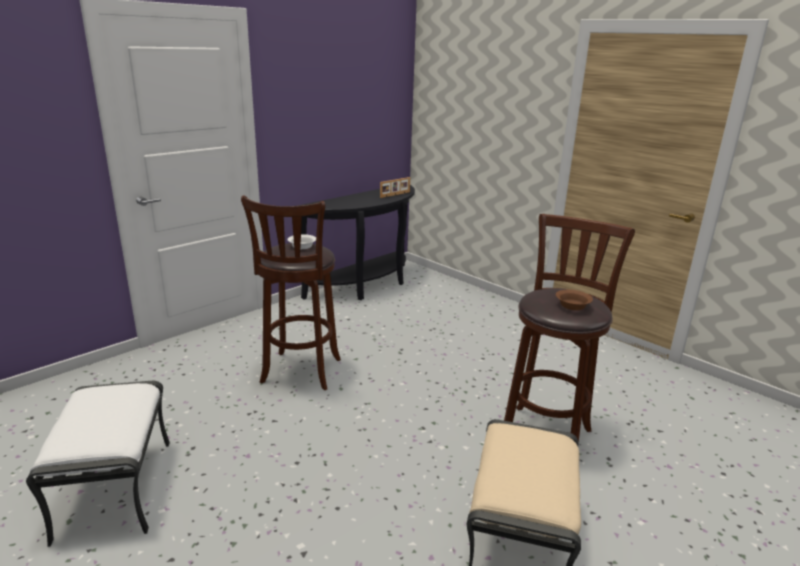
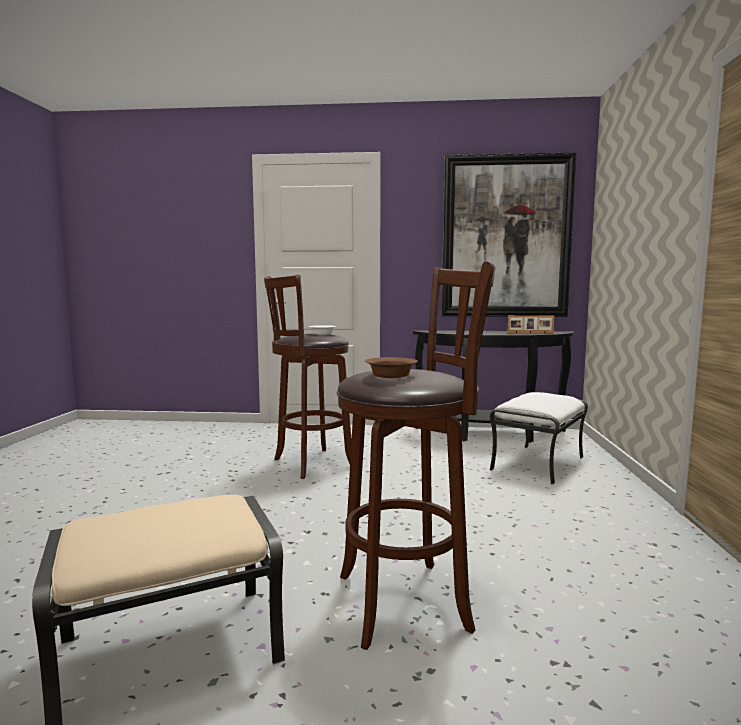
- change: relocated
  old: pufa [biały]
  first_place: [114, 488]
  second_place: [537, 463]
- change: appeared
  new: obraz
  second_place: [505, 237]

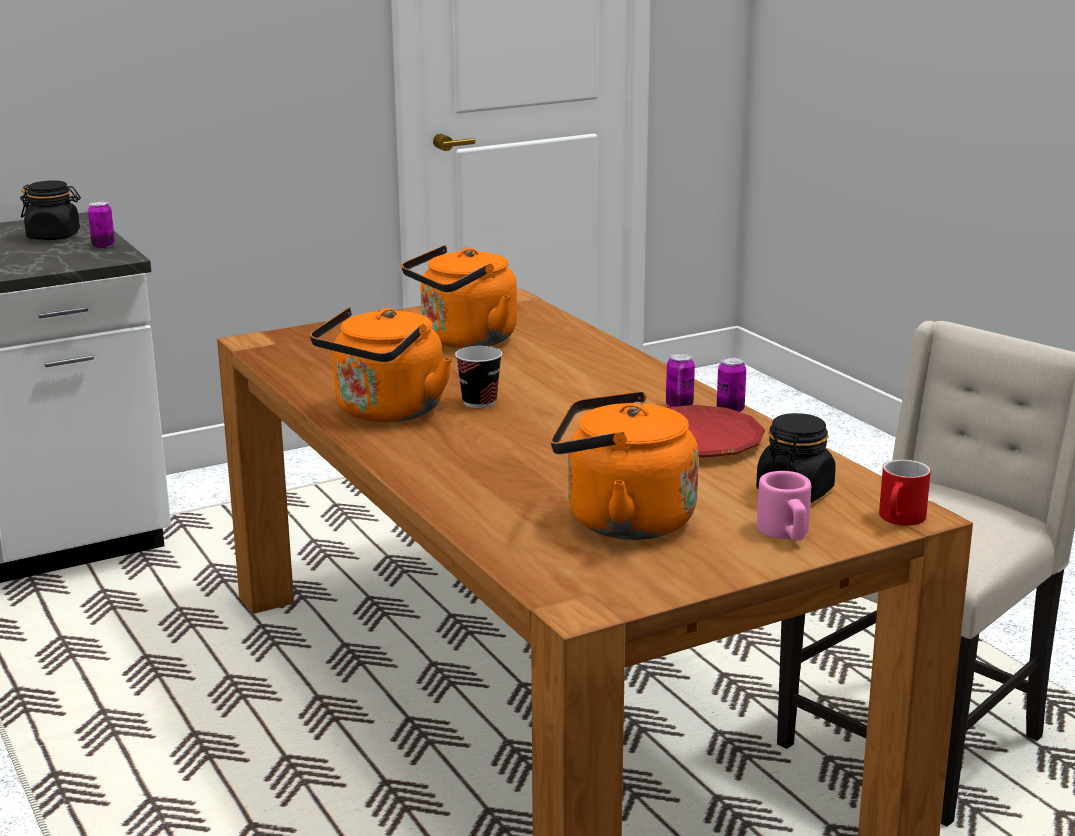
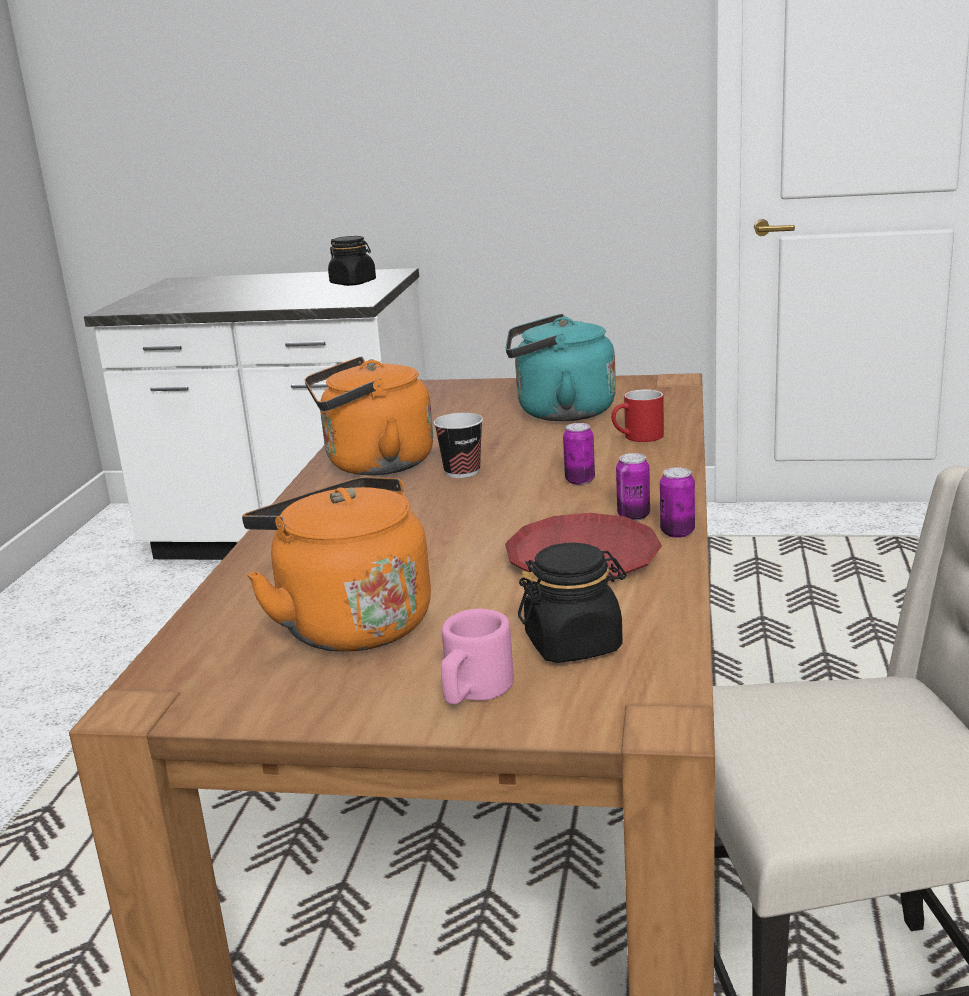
- change: relocated
  old: puszka
  first_place: [103, 246]
  second_place: [580, 480]
- change: colour
  old: czajnik [pomarańczowy]
  new: czajnik [turkusowy]
  first_place: [464, 340]
  second_place: [559, 413]
- change: relocated
  old: kubek [czerwony]
  first_place: [901, 520]
  second_place: [638, 438]

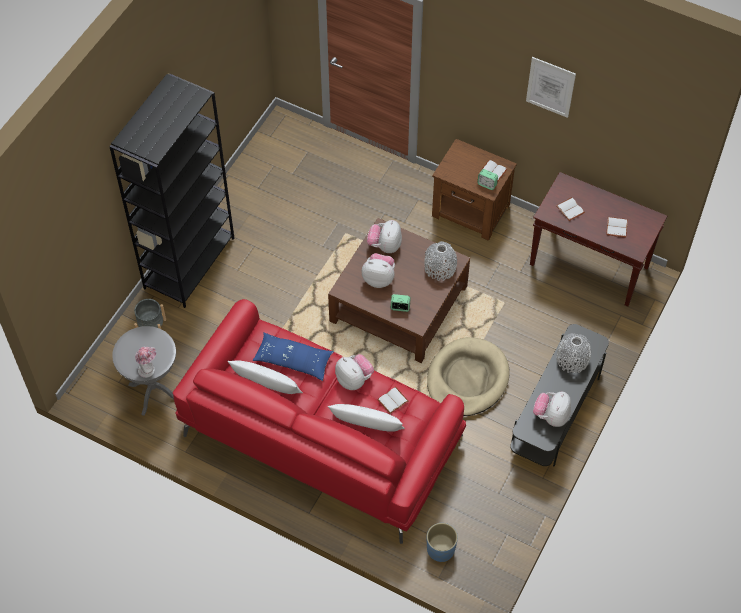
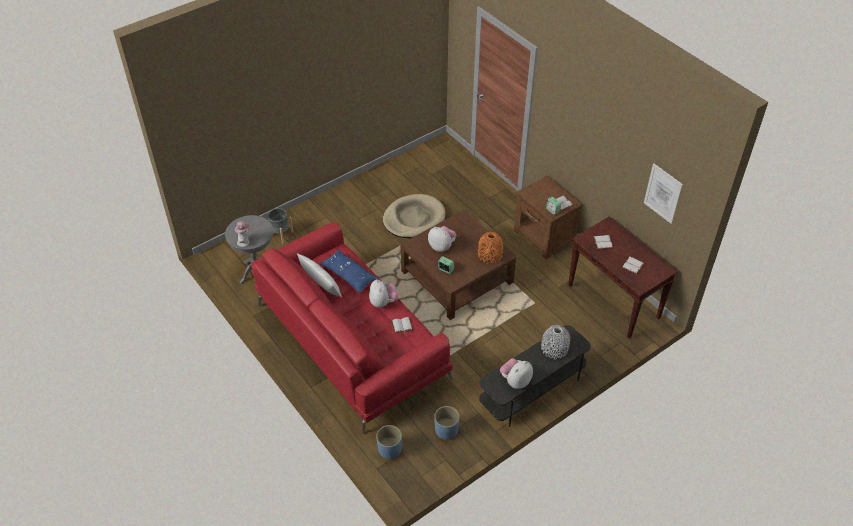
- change: missing
  old: regał [czarny]
  first_place: [189, 262]
- change: missing
  old: poduszka [biały]
  first_place: [366, 424]
- change: missing
  old: pluszak
  first_place: [385, 246]
- change: colour
  old: wazon [szary]
  new: wazon [pomarańczowy]
  first_place: [440, 268]
  second_place: [490, 254]
- change: relocated
  old: legowisko [beżowy]
  first_place: [467, 379]
  second_place: [414, 219]
- change: relocated
  old: obraz
  first_place: [550, 87]
  second_place: [663, 193]
- change: appeared
  new: donica [niebieski]
  second_place: [446, 430]

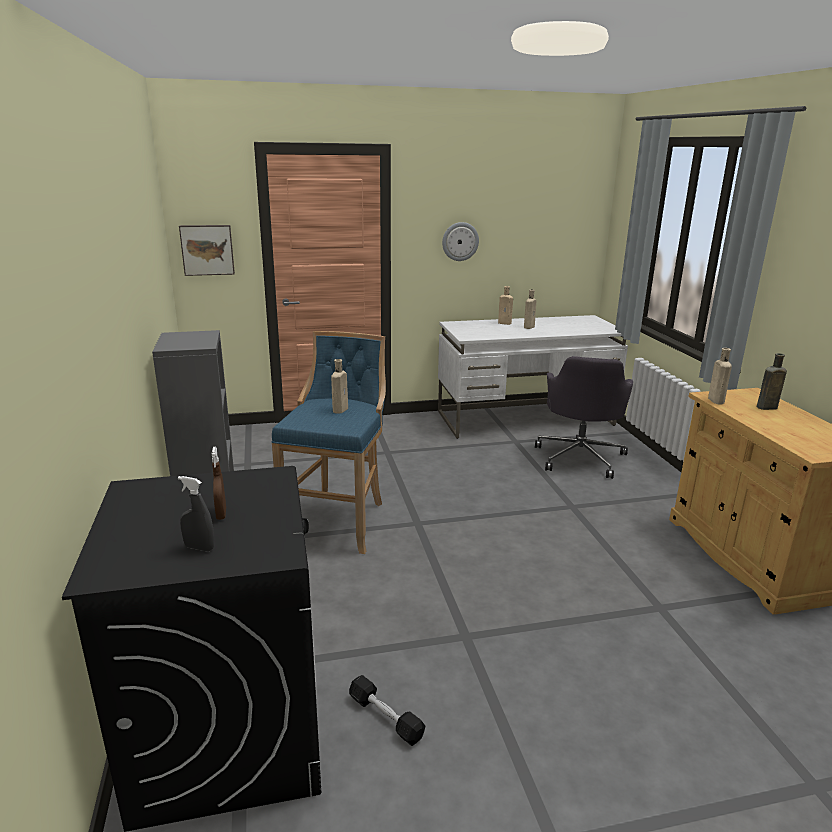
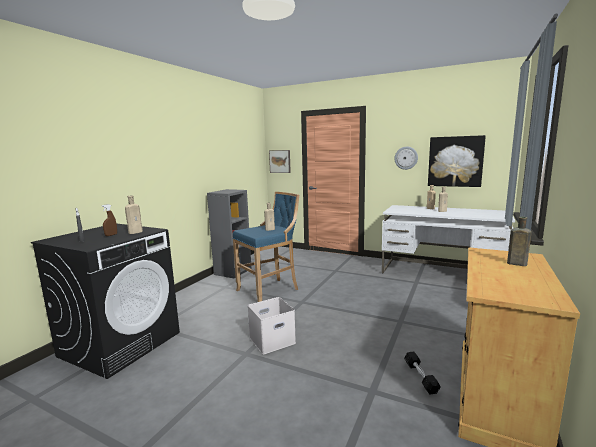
- change: relocated
  old: hantel [czarny]
  first_place: [386, 717]
  second_place: [420, 377]
- change: missing
  old: krzesło biurowe [szary]
  first_place: [580, 457]
- change: relocated
  old: butelka [beżowy]
  first_place: [715, 400]
  second_place: [136, 232]
- change: appeared
  new: pojemnik do przechowywania [biały]
  second_place: [271, 341]
- change: appeared
  new: obraz
  second_place: [455, 161]

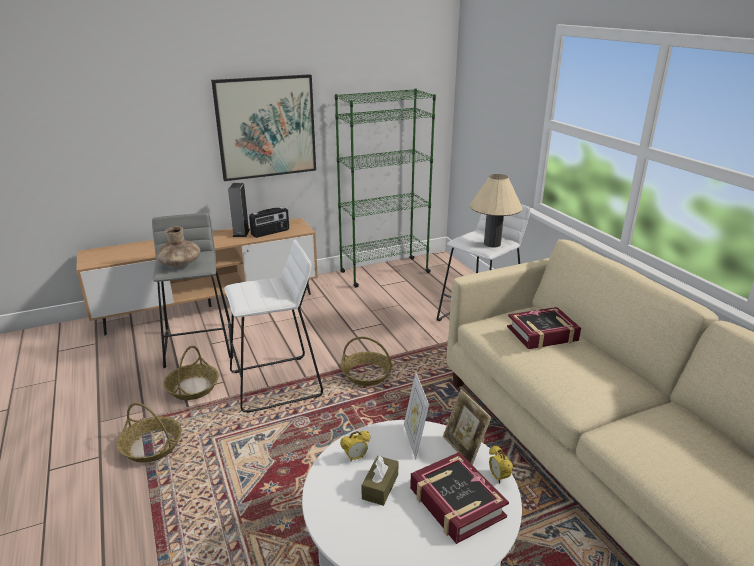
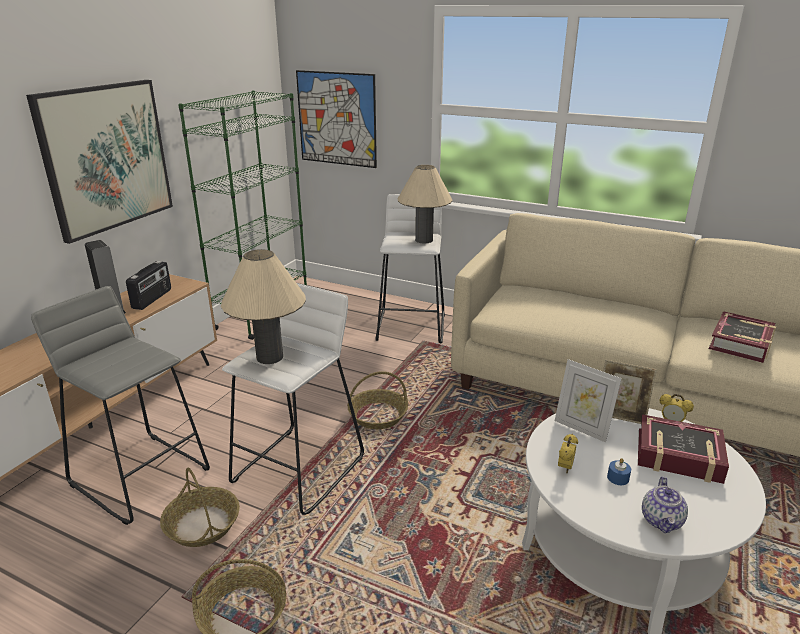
- change: missing
  old: wazon [brązowy]
  first_place: [180, 264]
- change: exchanged
  old: pudełko chusteczek [brązowy]
  new: świeca [niebieski]
  first_place: [380, 487]
  second_place: [618, 478]
- change: relocated
  old: książka
  first_place: [542, 334]
  second_place: [741, 343]
- change: appeared
  new: lampa stołowa [beżowy]
  second_place: [270, 357]
- change: appeared
  new: obraz
  second_place: [337, 119]
- change: appeared
  new: imbryk
  second_place: [662, 521]

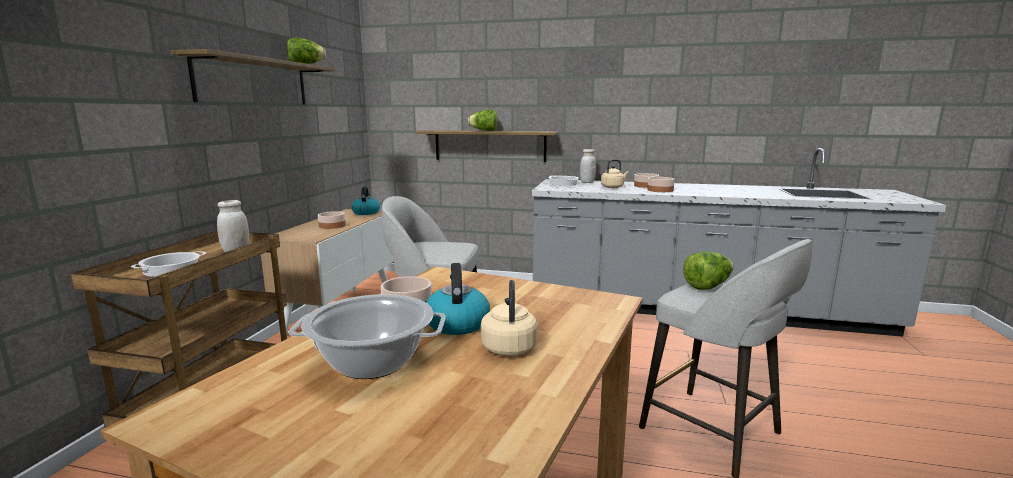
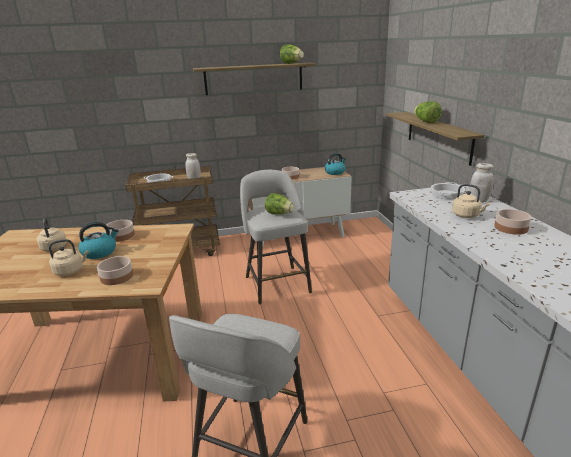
- change: exchanged
  old: garnek
  new: czajnik [beżowy]
  first_place: [373, 362]
  second_place: [54, 248]
- change: relocated
  old: miska
  first_place: [659, 190]
  second_place: [116, 276]
- change: relocated
  old: sałata
  first_place: [707, 286]
  second_place: [279, 214]

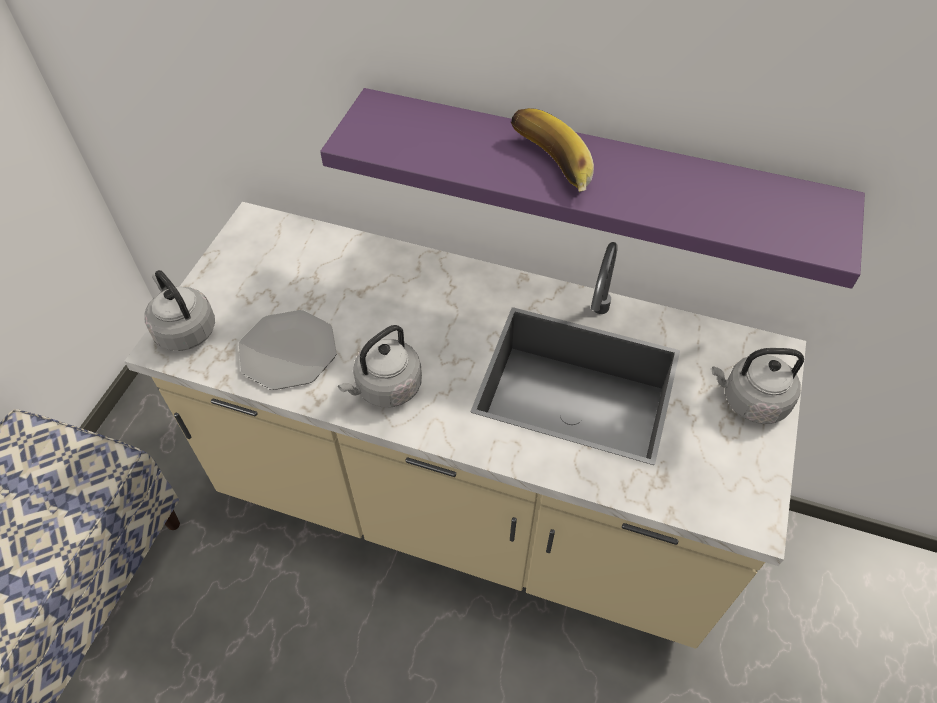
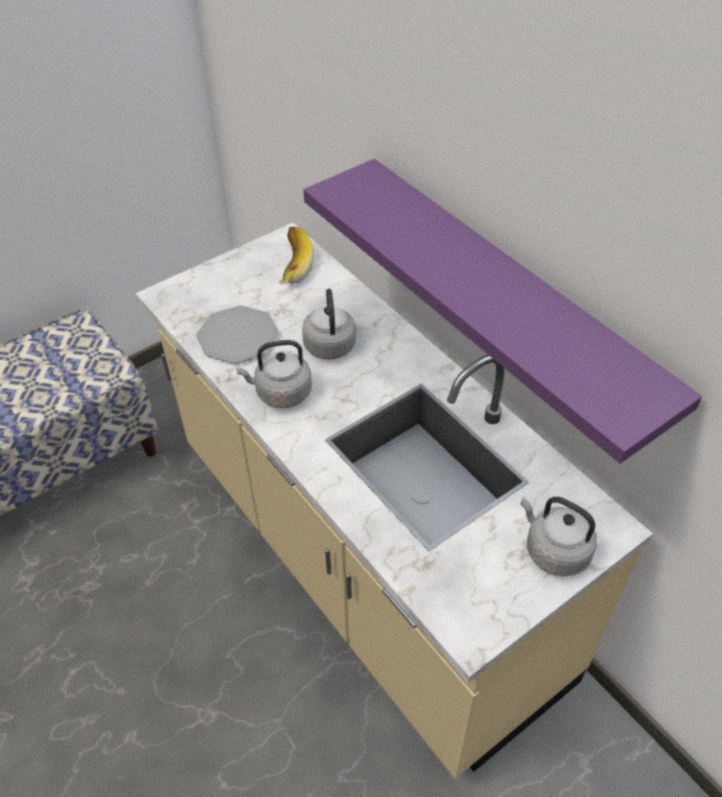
- change: relocated
  old: czajnik [szary]
  first_place: [184, 329]
  second_place: [329, 343]
- change: relocated
  old: banan
  first_place: [547, 167]
  second_place: [290, 266]

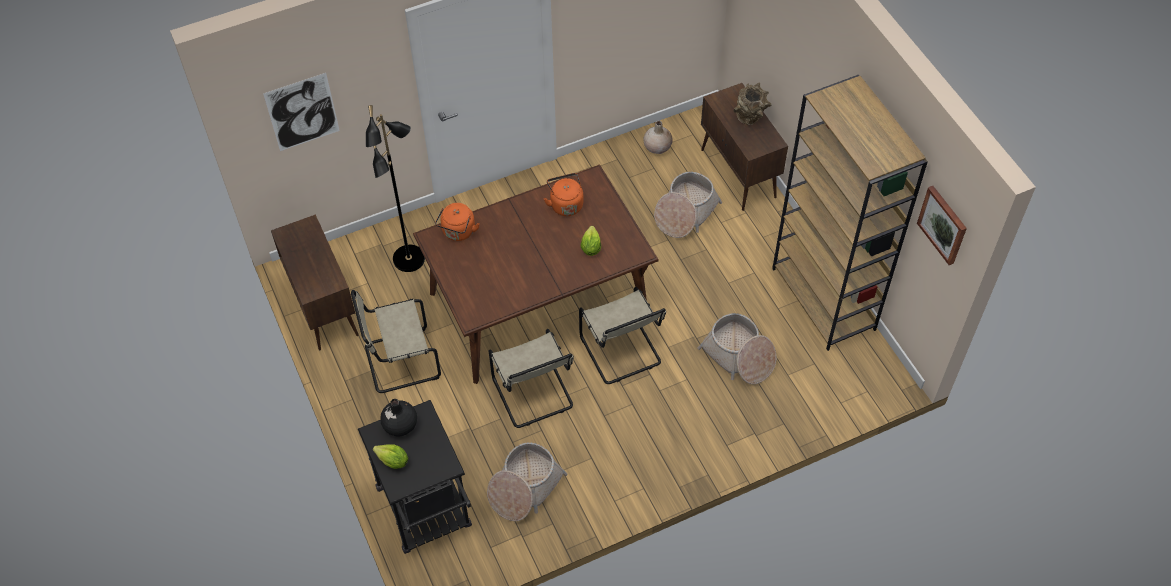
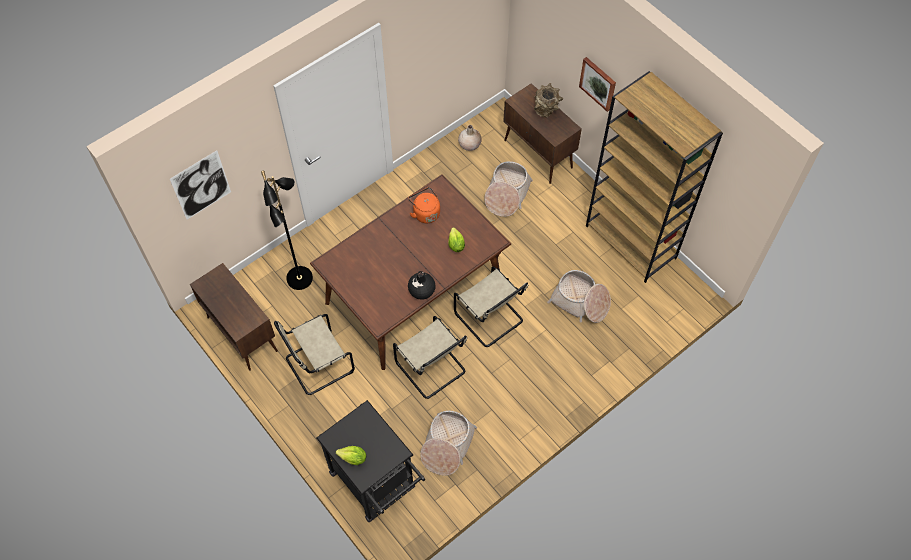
- change: relocated
  old: wazon [czarny]
  first_place: [400, 425]
  second_place: [421, 291]
- change: missing
  old: czajnik [pomarańczowy]
  first_place: [458, 232]
- change: relocated
  old: obraz
  first_place: [943, 224]
  second_place: [598, 83]

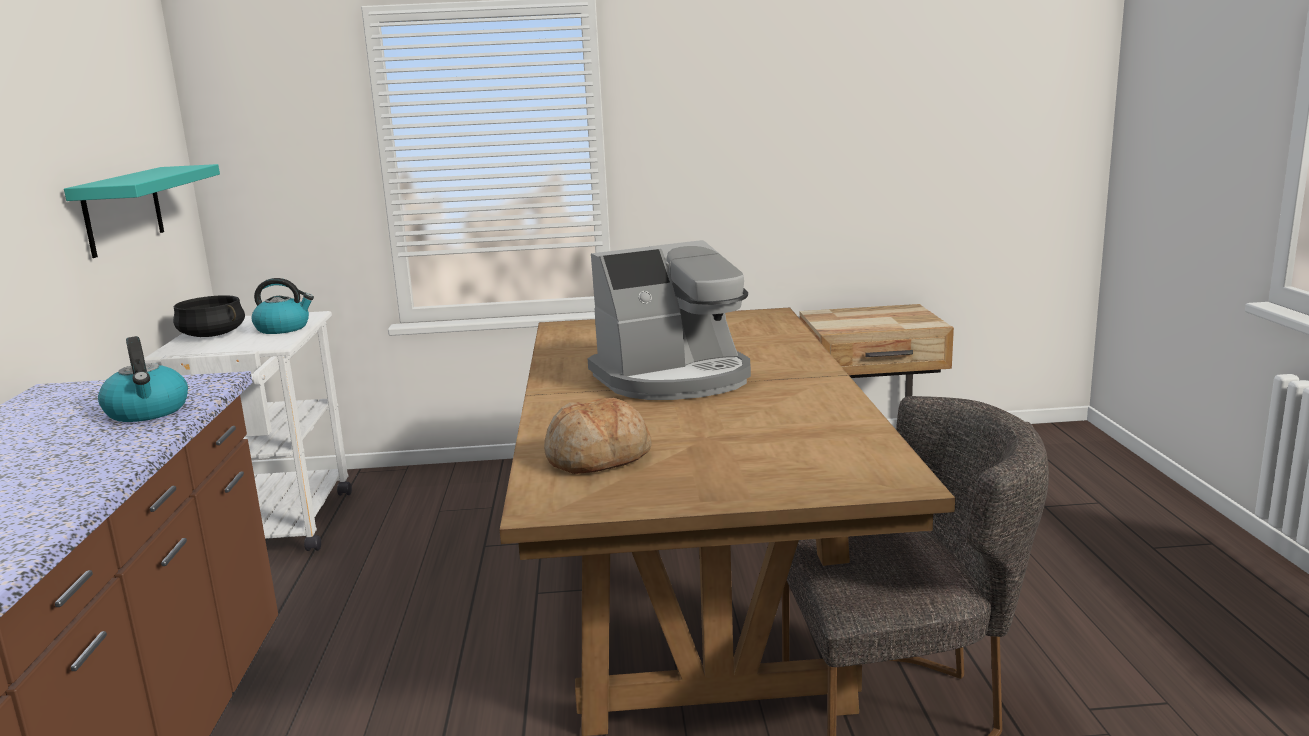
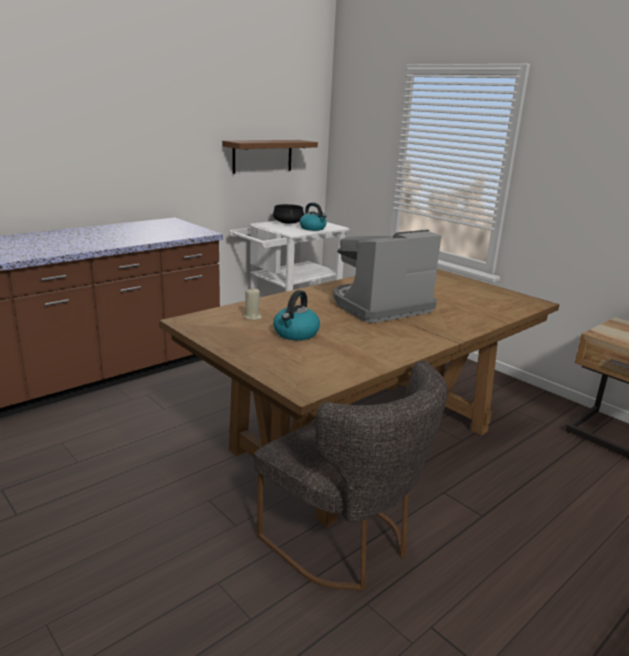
- change: colour
  old: półka [turkusowy]
  new: półka [brązowy]
  first_place: [123, 210]
  second_place: [262, 156]
- change: relocated
  old: czajnik
  first_place: [148, 412]
  second_place: [296, 334]
- change: exchanged
  old: chleb
  new: świeca [beżowy]
  first_place: [598, 458]
  second_place: [252, 317]
- change: spun
  old: ekspres do kawy
  first_place: [674, 378]
  second_place: [380, 306]
  degrees: 120

